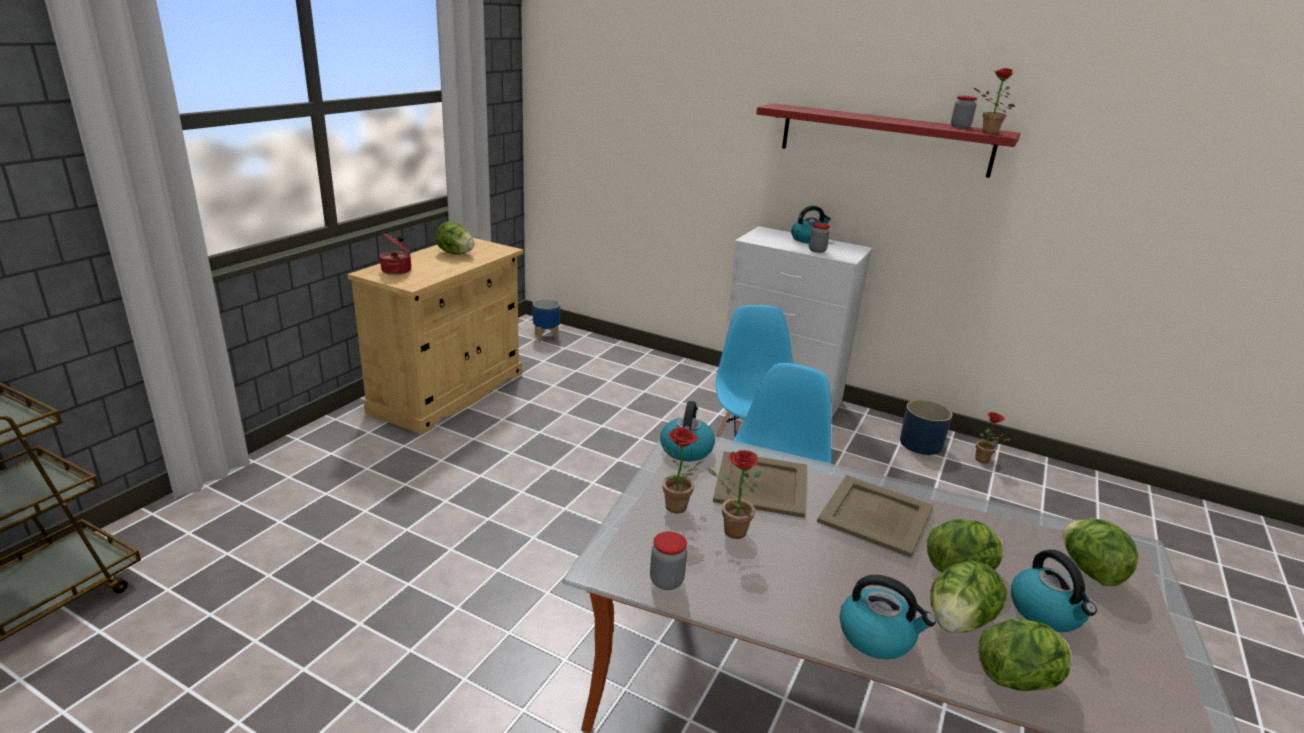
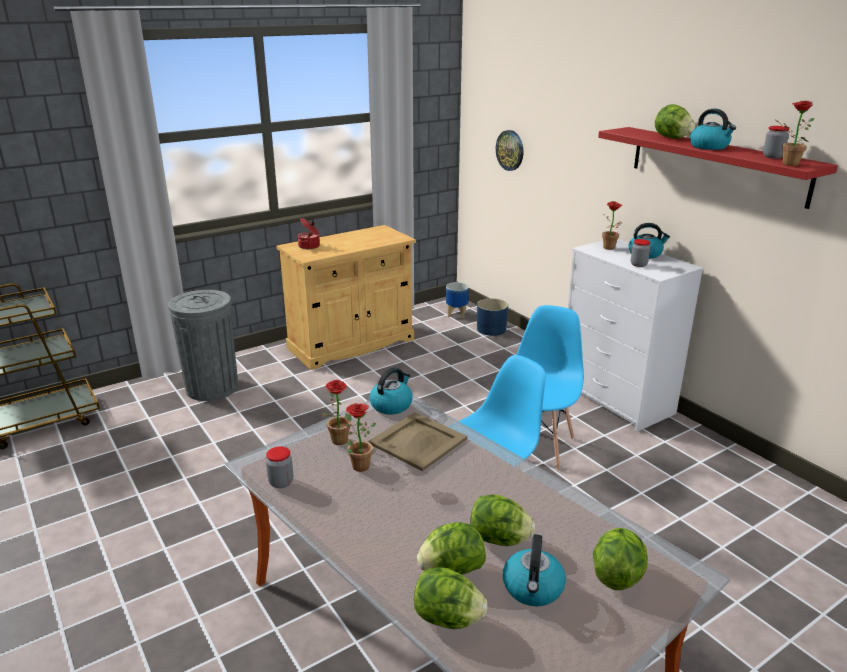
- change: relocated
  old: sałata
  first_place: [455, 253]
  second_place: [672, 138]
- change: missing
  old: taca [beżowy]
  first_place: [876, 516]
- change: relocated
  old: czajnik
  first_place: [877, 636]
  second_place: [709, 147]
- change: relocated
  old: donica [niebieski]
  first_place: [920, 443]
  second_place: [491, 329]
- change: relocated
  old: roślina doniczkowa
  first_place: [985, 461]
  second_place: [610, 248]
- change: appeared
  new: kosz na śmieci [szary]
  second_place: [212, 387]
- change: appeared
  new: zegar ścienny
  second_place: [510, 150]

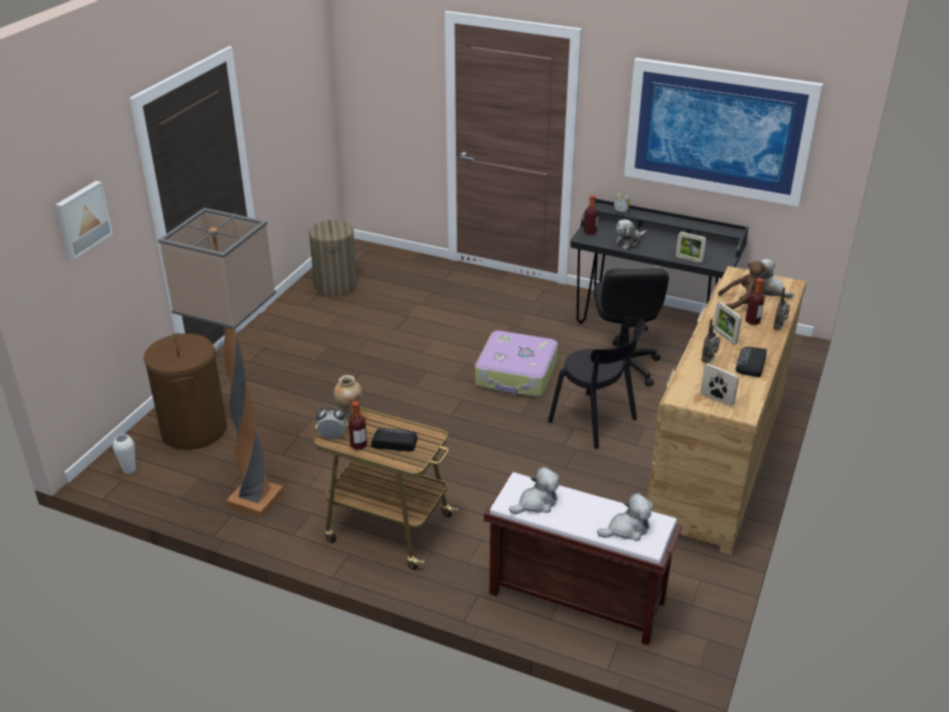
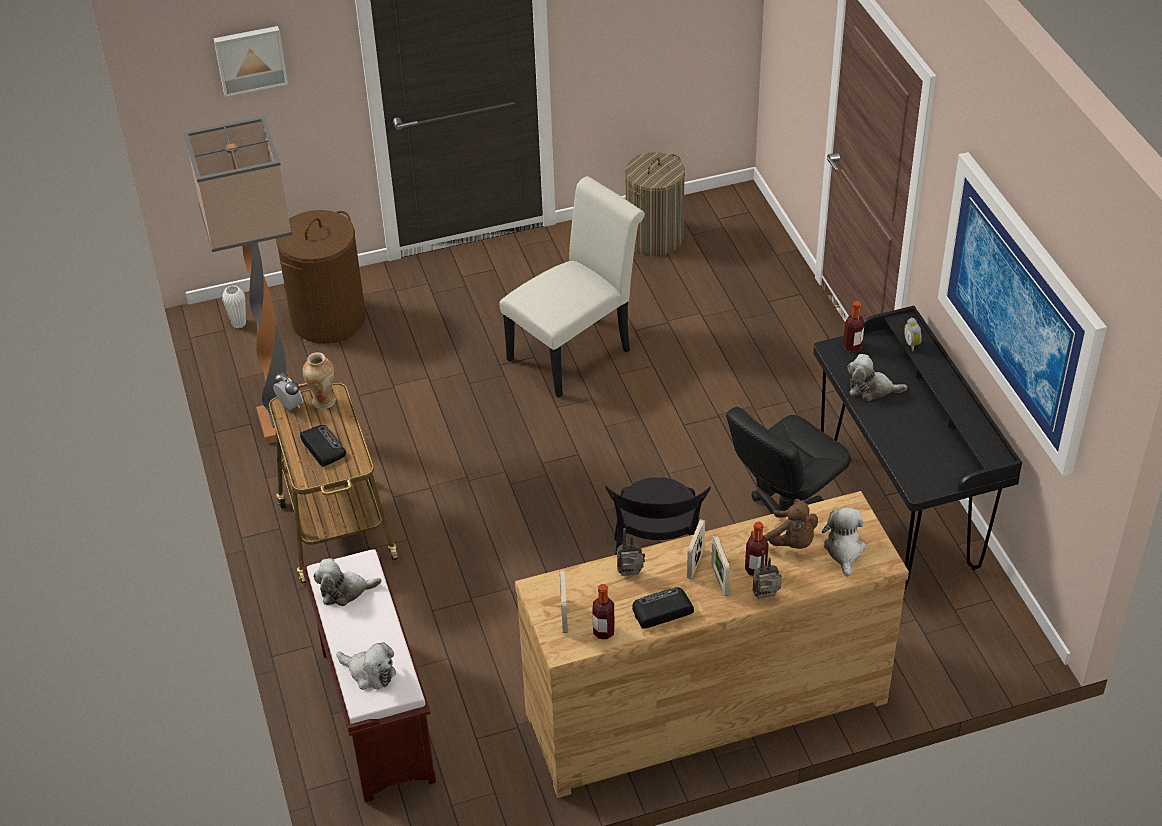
- change: relocated
  old: butelka
  first_place: [358, 445]
  second_place: [603, 632]
- change: missing
  old: walizka
  first_place: [516, 375]
- change: spun
  old: pluszak
  first_place: [536, 503]
  second_place: [345, 591]
  degrees: 150
- change: relocated
  old: ramka na zdjęcie
  first_place: [689, 259]
  second_place: [720, 580]
- change: appeared
  new: krzesło [biały]
  second_place: [575, 351]

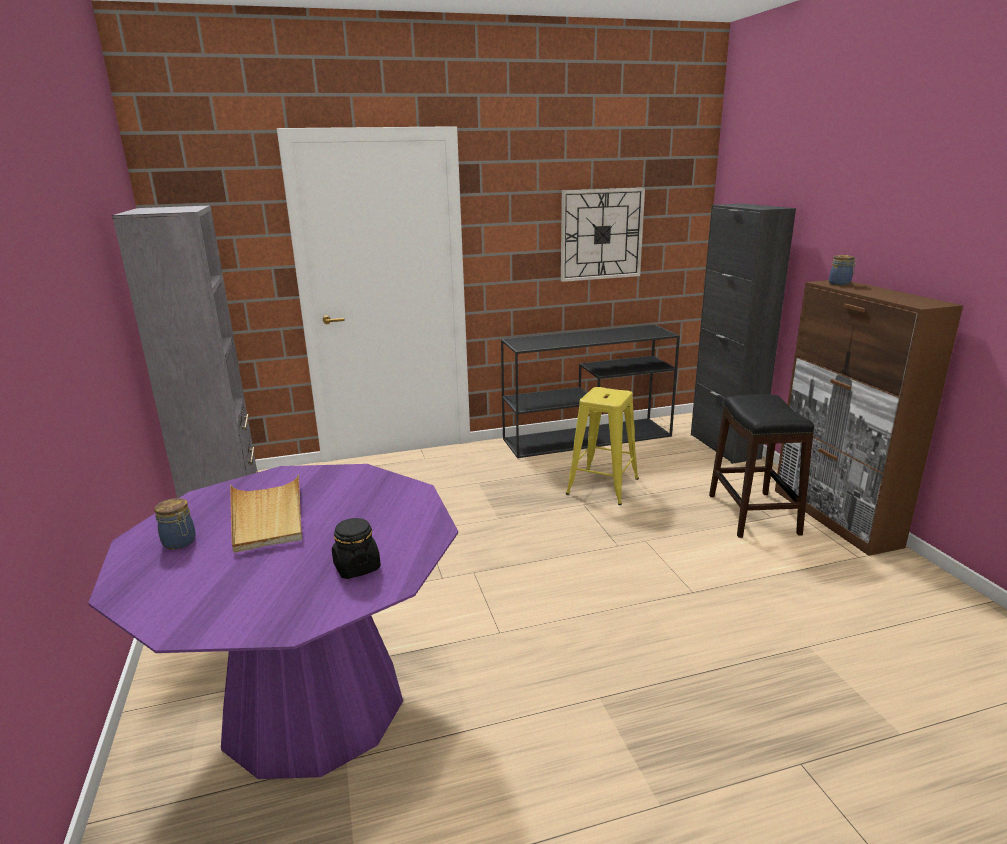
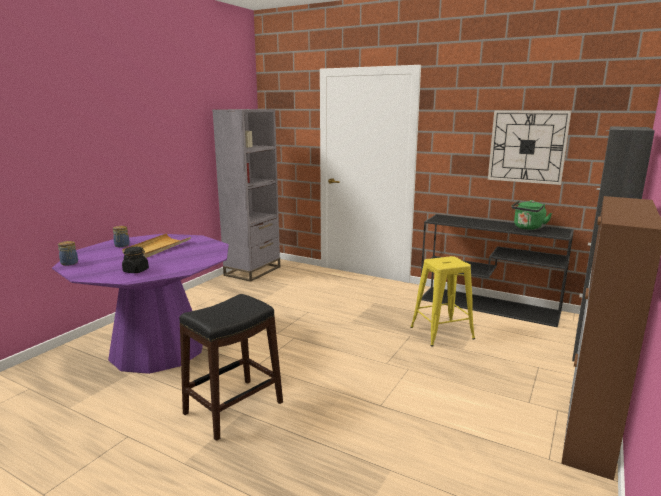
- change: relocated
  old: stołek [czarny]
  first_place: [753, 514]
  second_place: [234, 408]
- change: relocated
  old: słoik
  first_place: [840, 284]
  second_place: [69, 263]
- change: appeared
  new: czajnik [zielony]
  second_place: [528, 228]

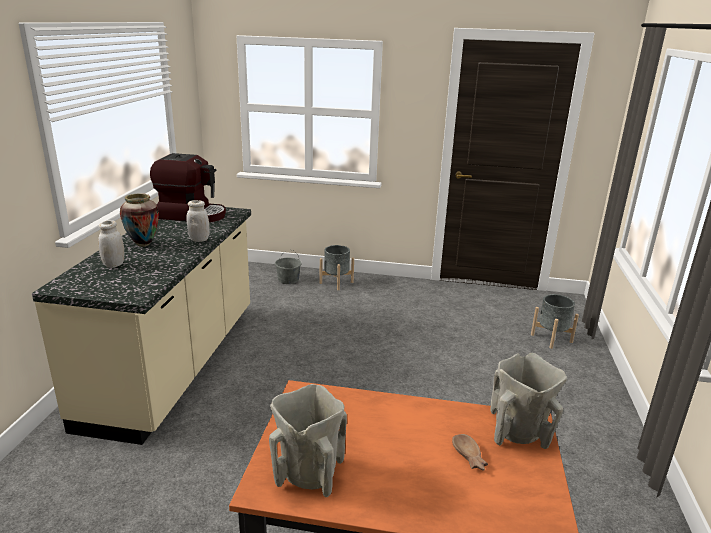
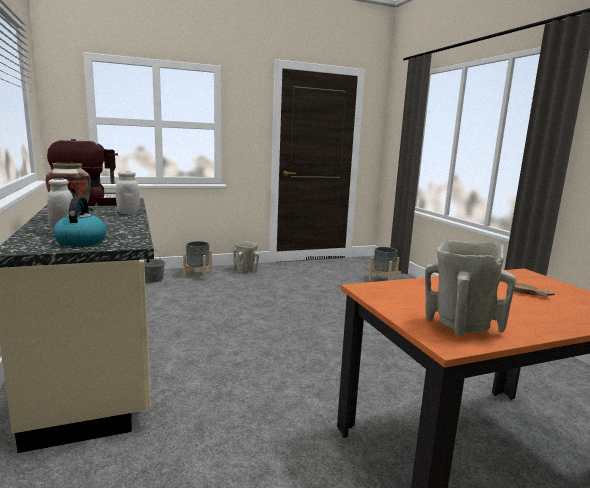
- change: relocated
  old: wazon [beżowy]
  first_place: [519, 433]
  second_place: [245, 270]
- change: appeared
  new: czajnik
  second_place: [81, 241]

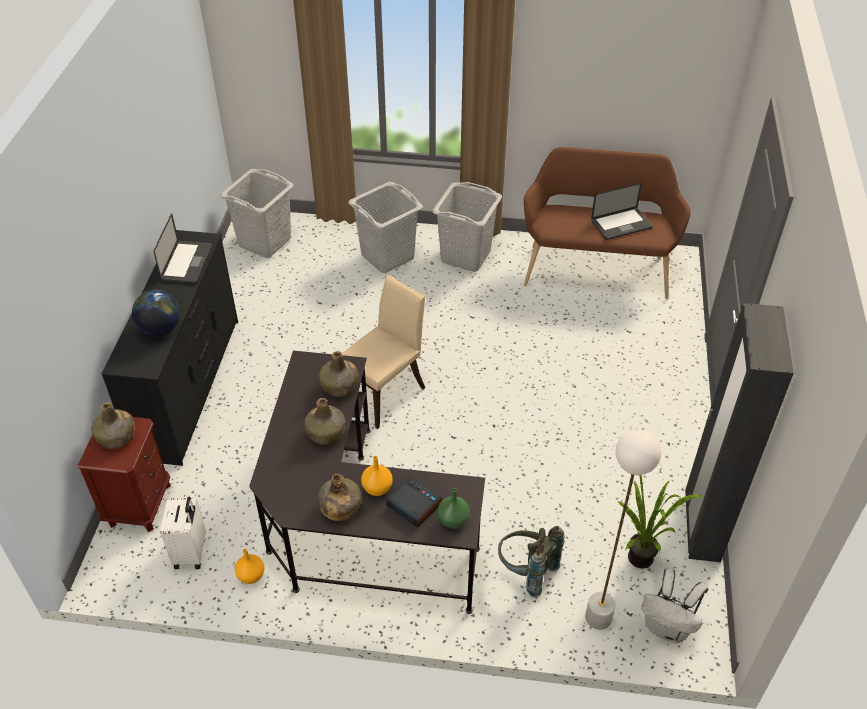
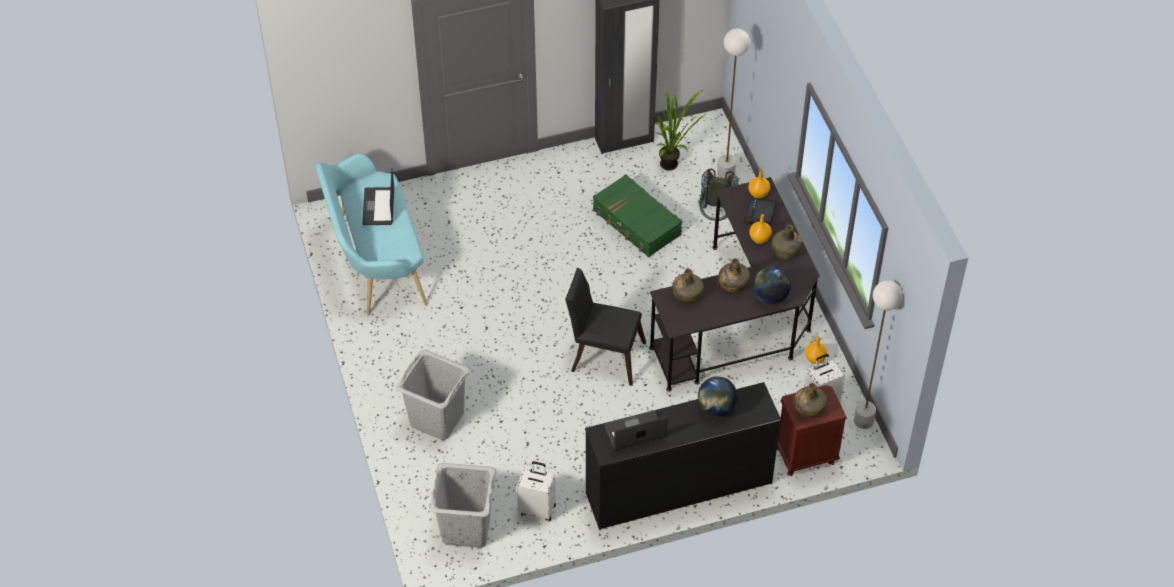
- change: colour
  old: krzesło [beżowy]
  new: krzesło [czarny]
  first_place: [383, 389]
  second_place: [603, 355]
- change: missing
  old: kosz na pranie [szary]
  first_place: [466, 256]
- change: colour
  old: wazon [zielony]
  new: wazon [pomarańczowy]
  first_place: [453, 520]
  second_place: [758, 194]
- change: colour
  old: ławka [brązowy]
  new: ławka [turkusowy]
  first_place: [596, 267]
  second_place: [375, 263]
- change: spun
  old: laptop
  first_place: [621, 225]
  second_place: [378, 207]
  degrees: -135
- change: missing
  old: plecak [biały]
  first_place: [667, 627]
- change: appeared
  new: walizka [biały]
  second_place: [537, 508]
- change: appeared
  new: walizka [zielony]
  second_place: [636, 223]
- change: appeared
  new: globus
  second_place: [770, 296]
- change: appeared
  new: lampa stojąca [biały]
  second_place: [863, 420]

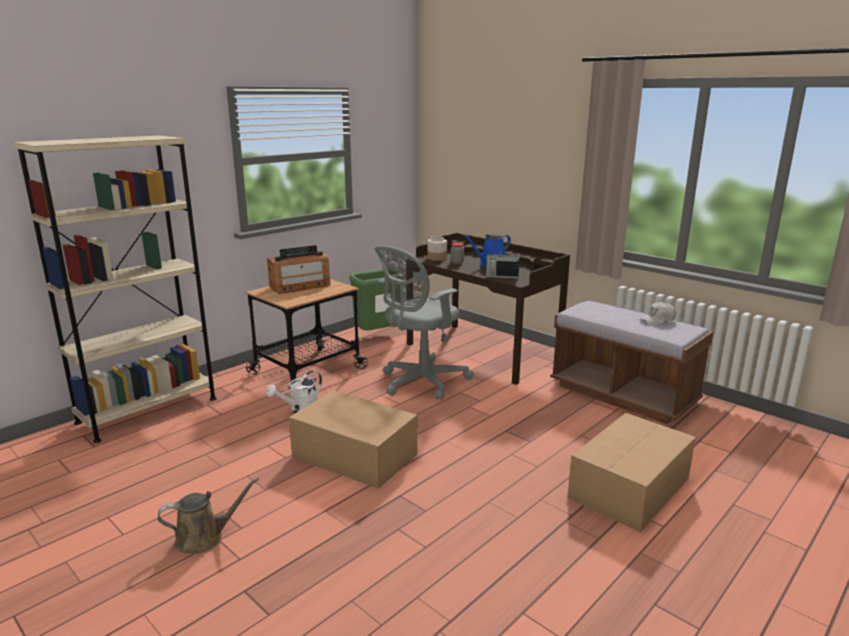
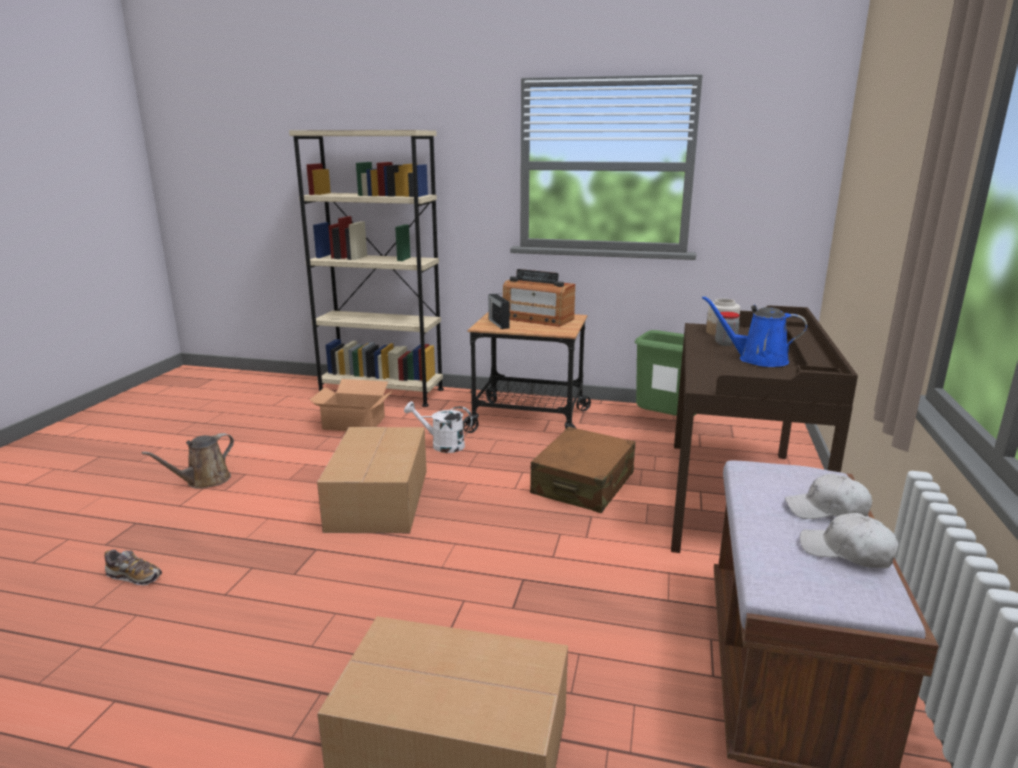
- change: spun
  old: konewka [brązowy]
  first_place: [204, 538]
  second_place: [204, 481]
  degrees: 90
- change: exchanged
  old: krzesło biurowe [szary]
  new: walizka [brązowy]
  first_place: [420, 382]
  second_place: [583, 484]
- change: relocated
  old: radio
  first_place: [501, 276]
  second_place: [498, 323]
- change: appeared
  new: but
  second_place: [134, 577]
- change: appeared
  new: karton
  second_place: [354, 423]
- change: appeared
  new: czapka z daszkiem [biały]
  second_place: [827, 510]

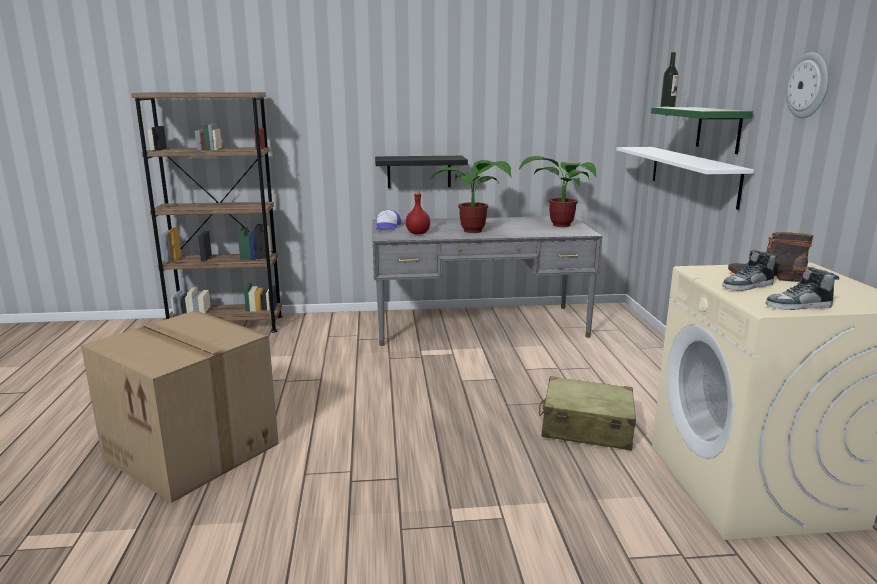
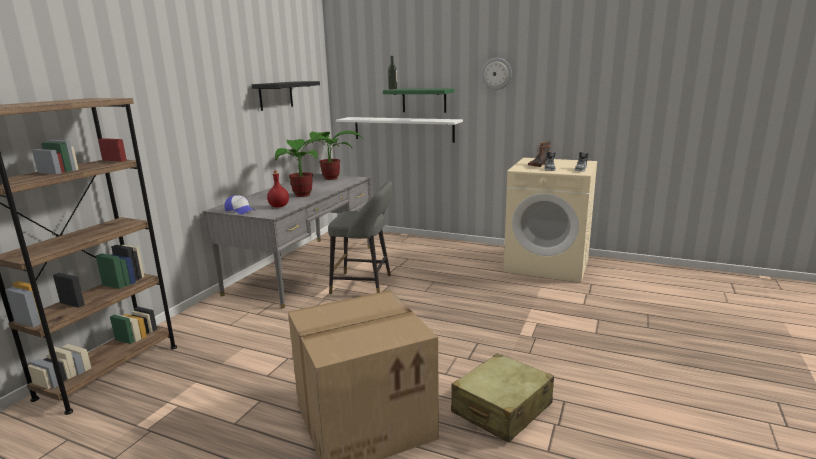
- change: relocated
  old: półka [czarny]
  first_place: [419, 171]
  second_place: [276, 95]
- change: relocated
  old: walizka [beżowy]
  first_place: [586, 427]
  second_place: [501, 409]
- change: appeared
  new: stołek [szary]
  second_place: [365, 284]

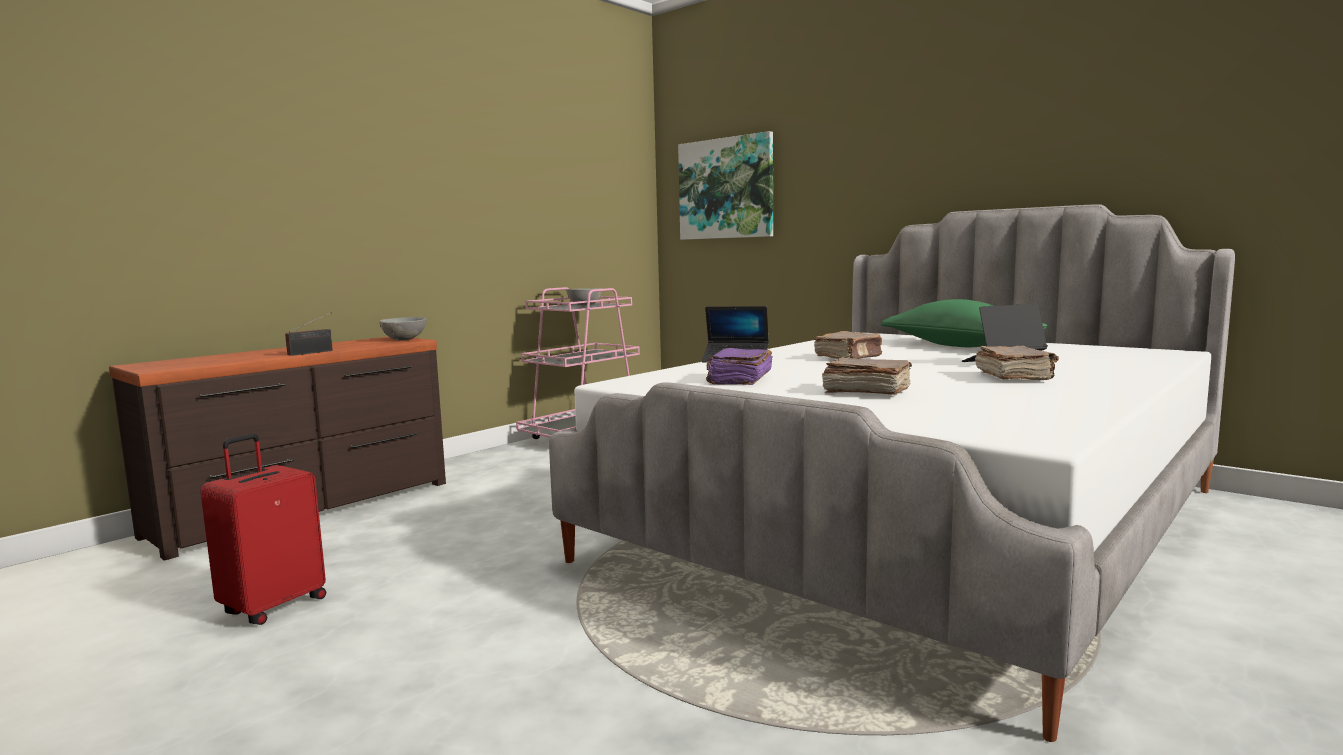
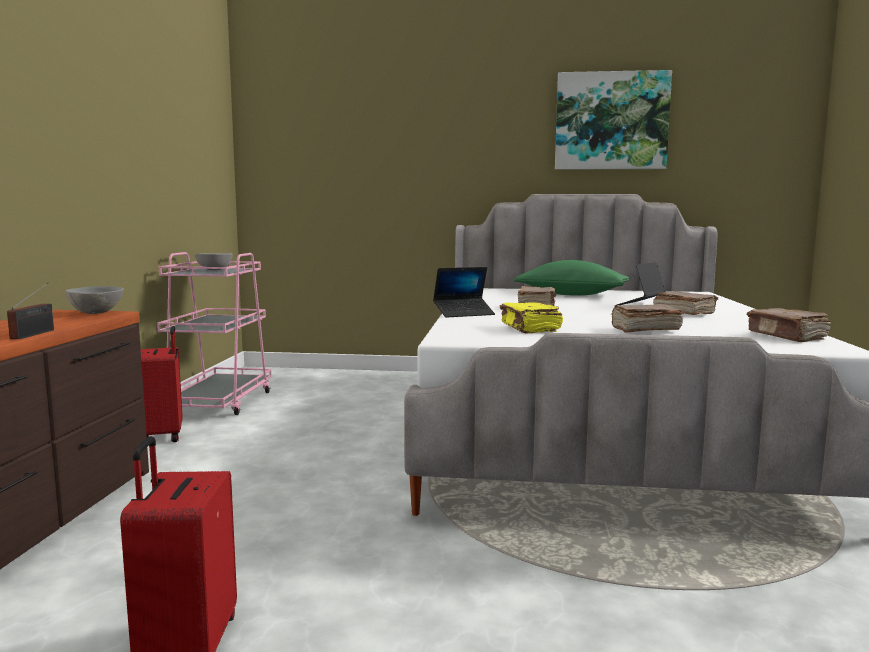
- change: relocated
  old: obraz
  first_place: [726, 188]
  second_place: [611, 121]
- change: colour
  old: książka [fioletowy]
  new: książka [żółty]
  first_place: [739, 379]
  second_place: [530, 328]
- change: appeared
  new: walizka [czerwony]
  second_place: [164, 436]
- change: appeared
  new: książka [brązowy]
  second_place: [787, 336]

